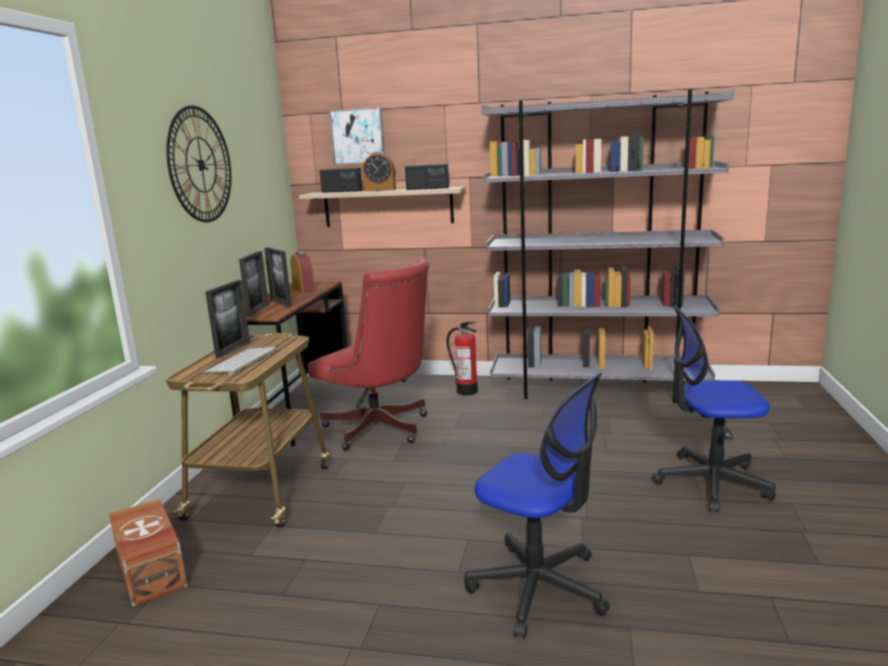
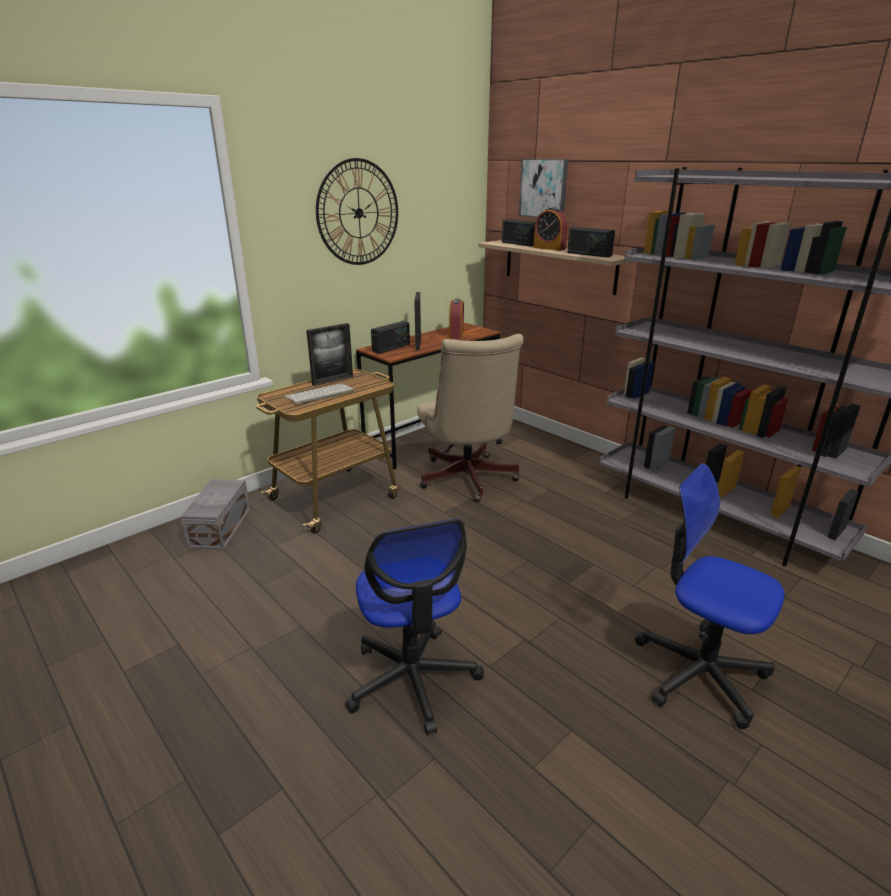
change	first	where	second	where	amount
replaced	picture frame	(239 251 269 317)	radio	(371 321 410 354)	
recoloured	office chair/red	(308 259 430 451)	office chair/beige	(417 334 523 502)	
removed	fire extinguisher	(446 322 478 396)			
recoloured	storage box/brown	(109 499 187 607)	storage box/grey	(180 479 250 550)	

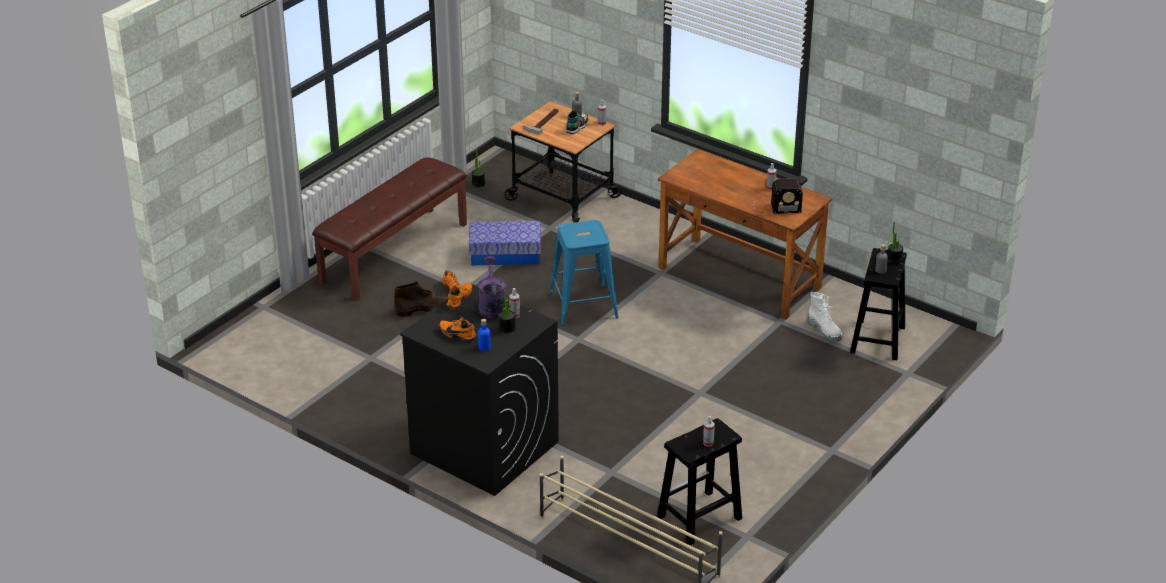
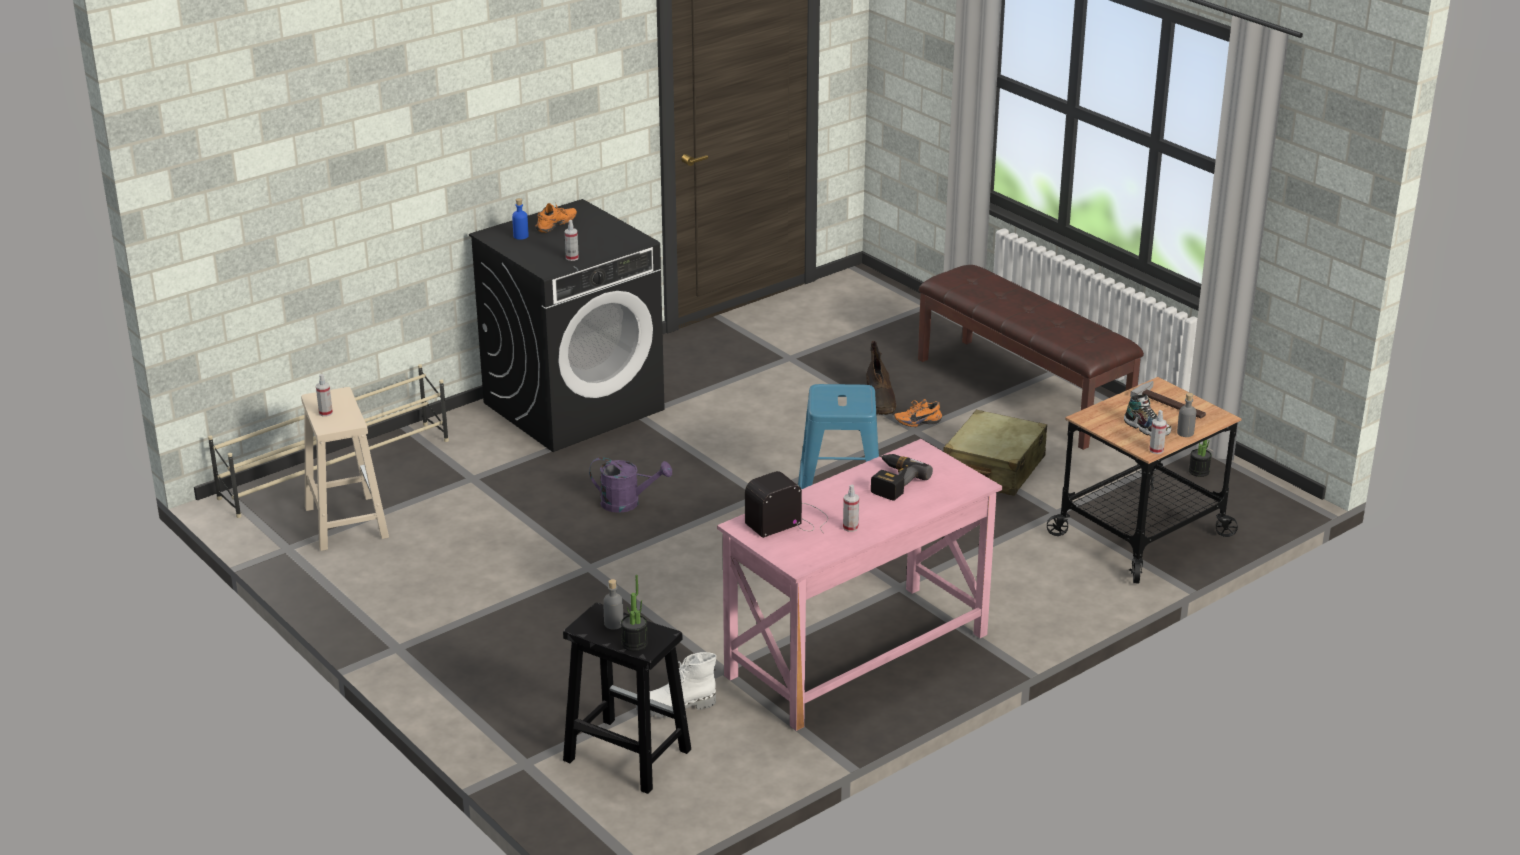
change	first	where	second	where	amount
recoloured	desk/brown	(658 149 833 320)	desk/pink	(717 439 1002 731)	
turned	radio	(753 178 803 215)		(745 471 828 538)	45 degrees clockwise
replaced	storage box	(469 221 541 265)	suitcase/beige	(943 410 1047 496)	
moved	watering can/purple	(478 256 506 319)		(589 457 672 513)	
removed	shoe/orange	(446 283 472 309)			
removed	potted plant	(499 290 516 333)			
recoloured	stool/black	(657 418 742 545)	stool/beige	(301 387 389 551)	
added			power drill	(871 454 933 501)	

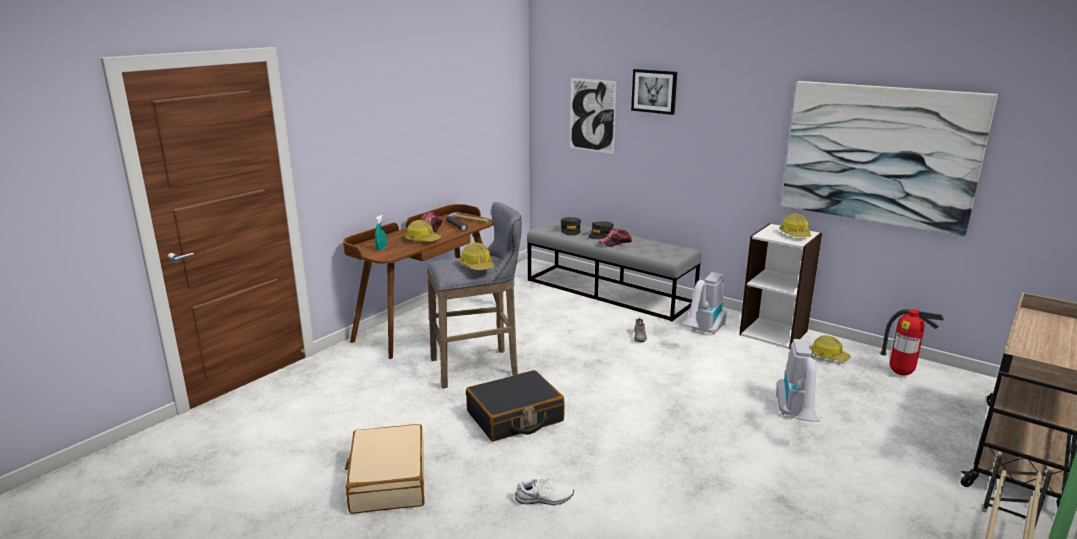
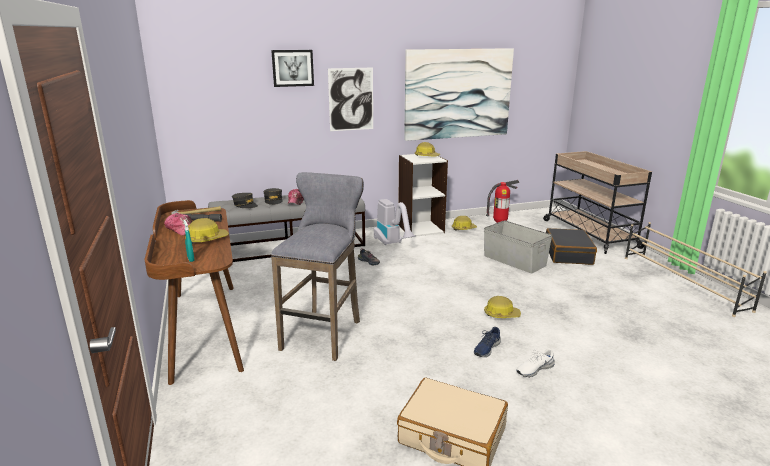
change	first	where	second	where	amount
moved	picture	(570 78 616 154)		(328 68 373 131)	
moved	hard hat	(459 242 494 270)		(484 296 521 318)	
replaced	vacuum cleaner	(776 339 821 422)	storage box/grey	(484 220 552 273)	
moved	suitcase/black	(466 370 564 441)		(546 228 597 265)	
turned	shoe/white	(515 478 574 505)		(517 348 555 377)	150 degrees counterclockwise
added			shoe/blue	(474 327 501 357)	

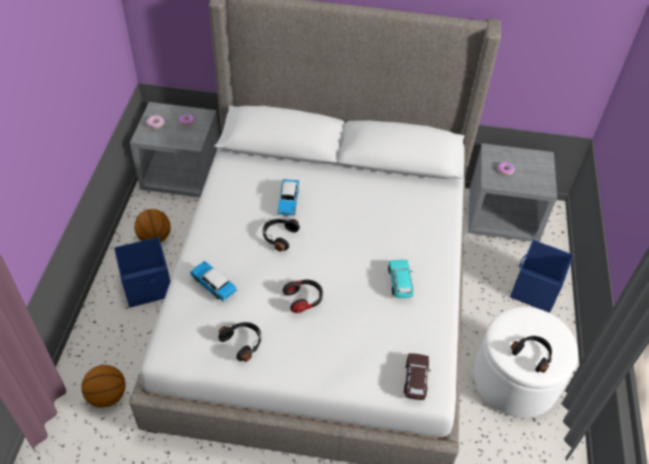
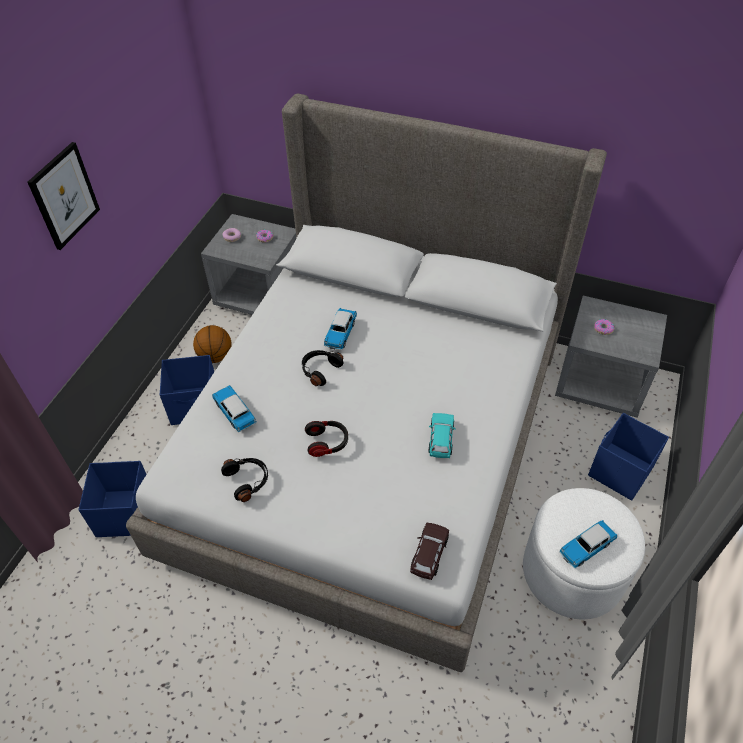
change	first	where	second	where	amount
replaced	headphones/black	(511 336 552 373)	toy car	(559 520 617 569)	
replaced	basketball	(81 365 126 408)	storage box/blue	(78 461 147 537)	
added			picture	(28 142 100 250)	

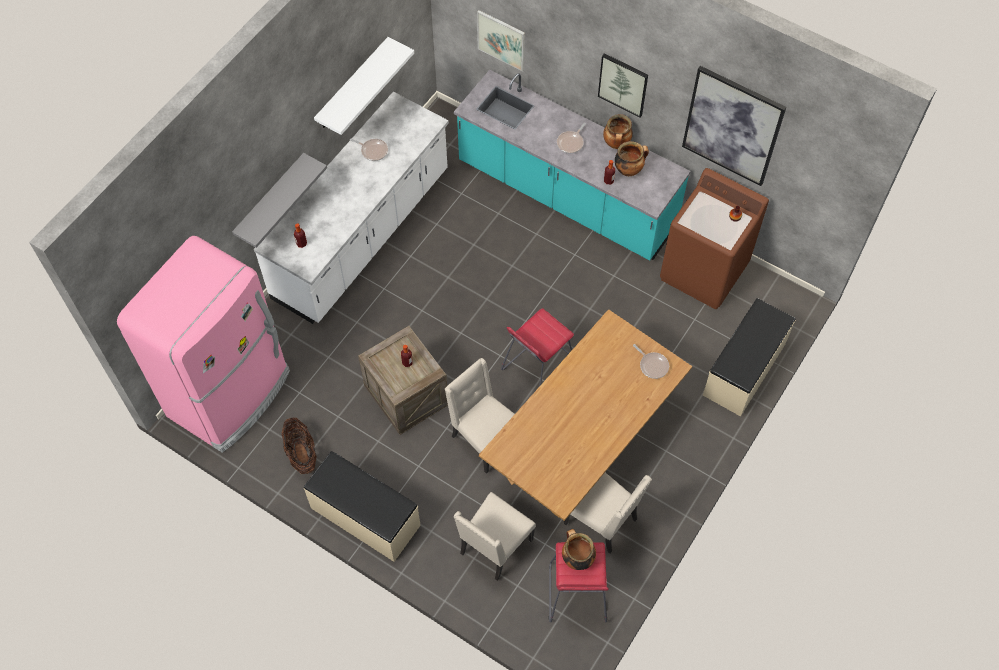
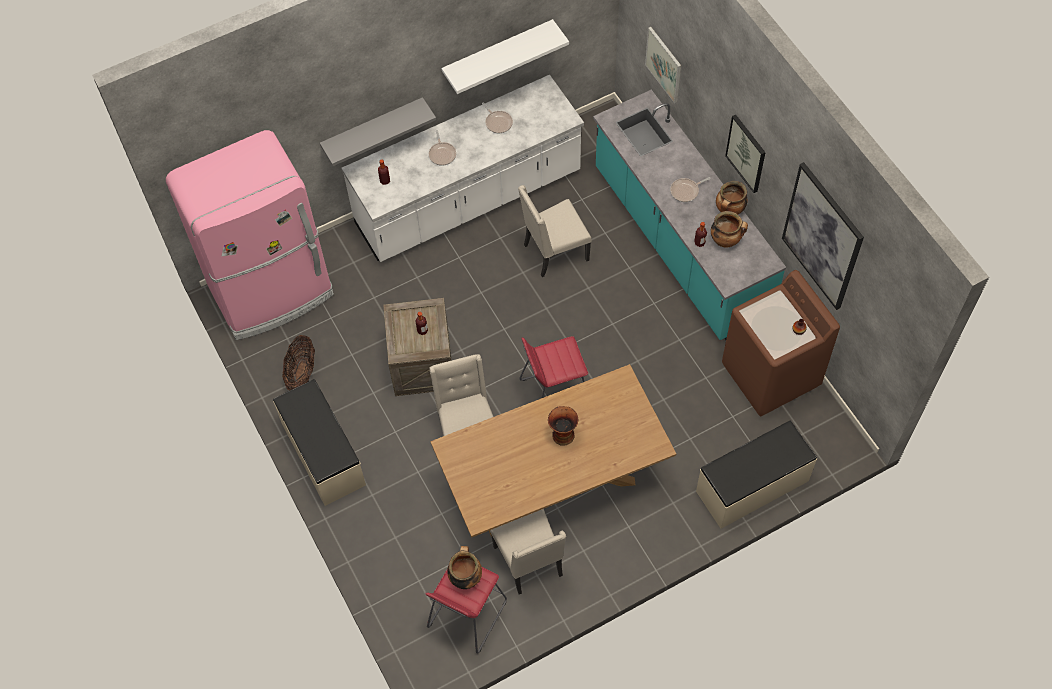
change	first	where	second	where	amount
moved	frying pan	(633 344 669 379)		(429 130 456 166)	
moved	chair/beige	(454 492 536 581)		(518 185 592 277)	
added			vase	(548 406 578 446)	

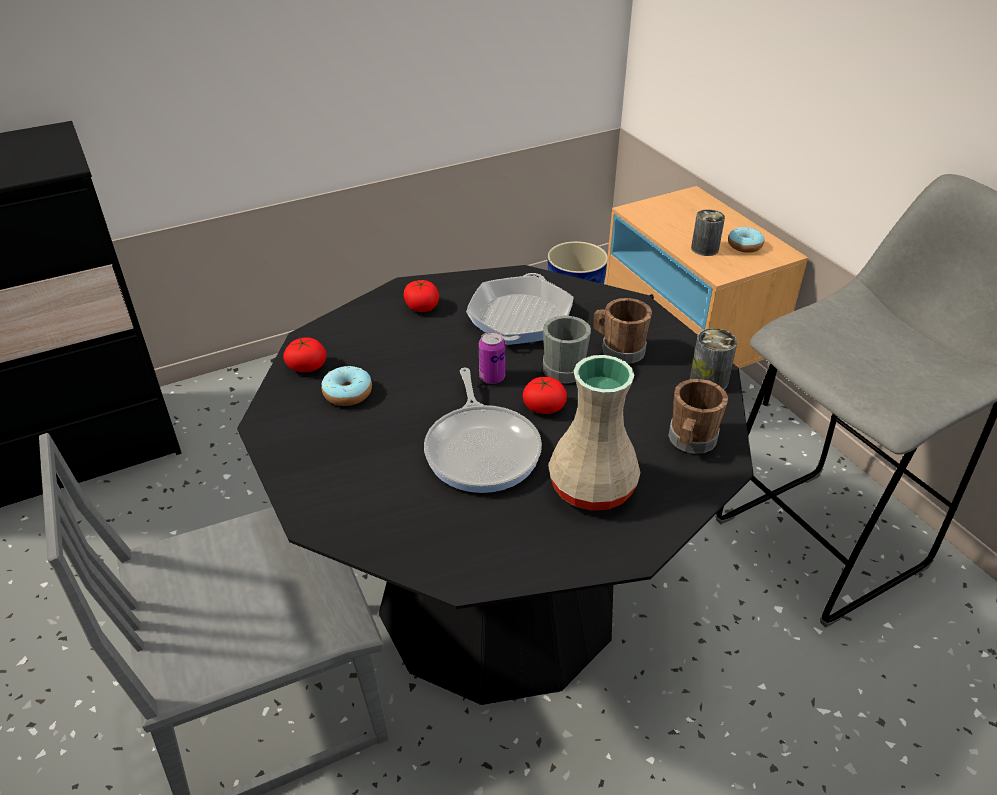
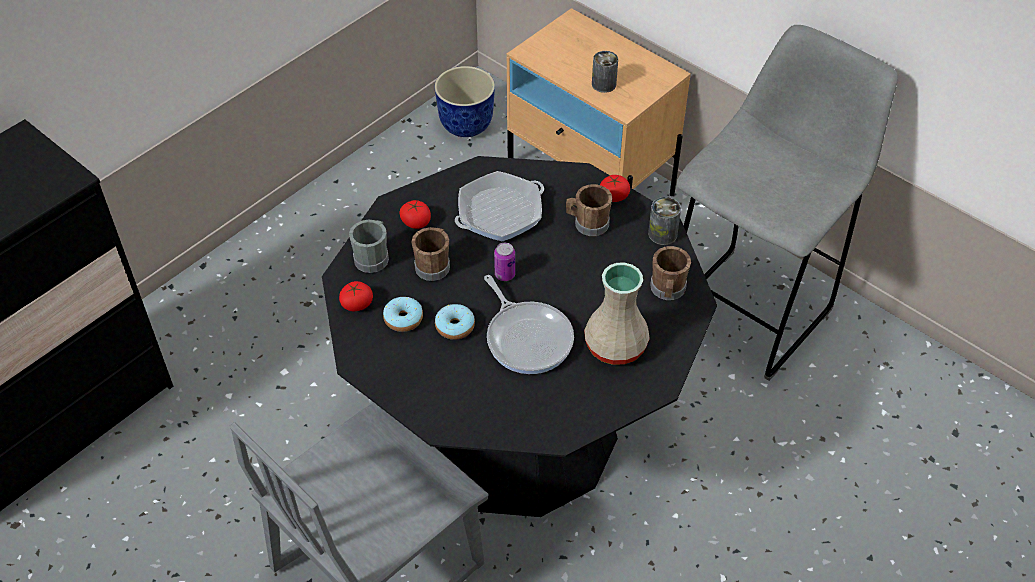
change	first	where	second	where	amount
moved	donut	(728 227 765 253)		(435 304 475 340)	
turned	frying pan	(466 273 574 345)		(455 171 544 241)	120 degrees counterclockwise
moved	mug/grey	(543 315 591 383)		(349 220 389 273)	
moved	tomato	(523 376 567 414)		(600 175 630 202)	
added			mug/brown	(411 227 450 281)	

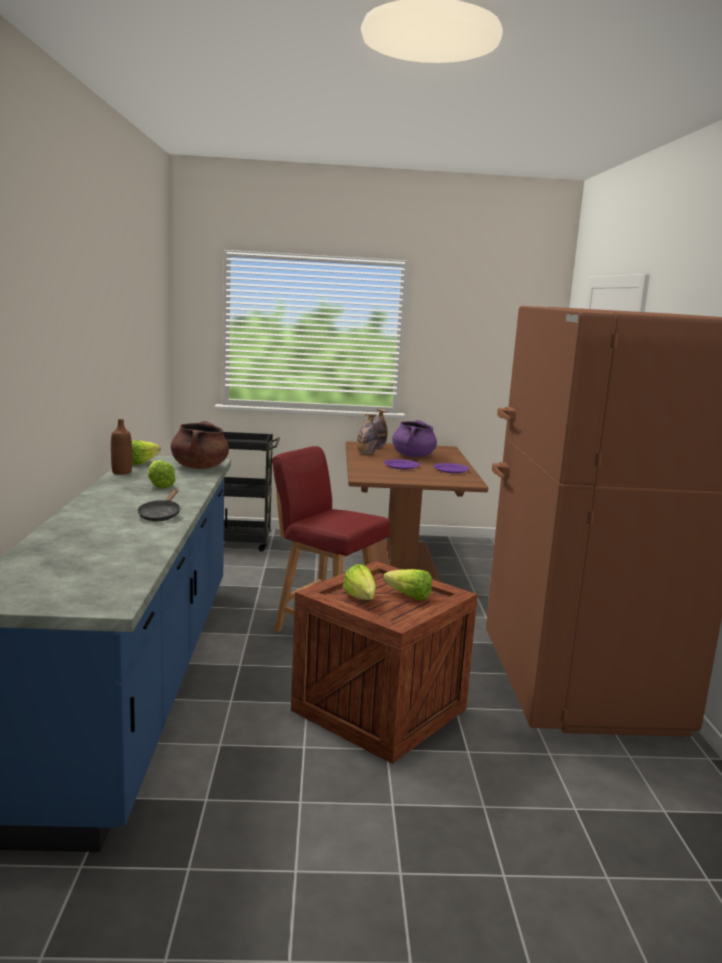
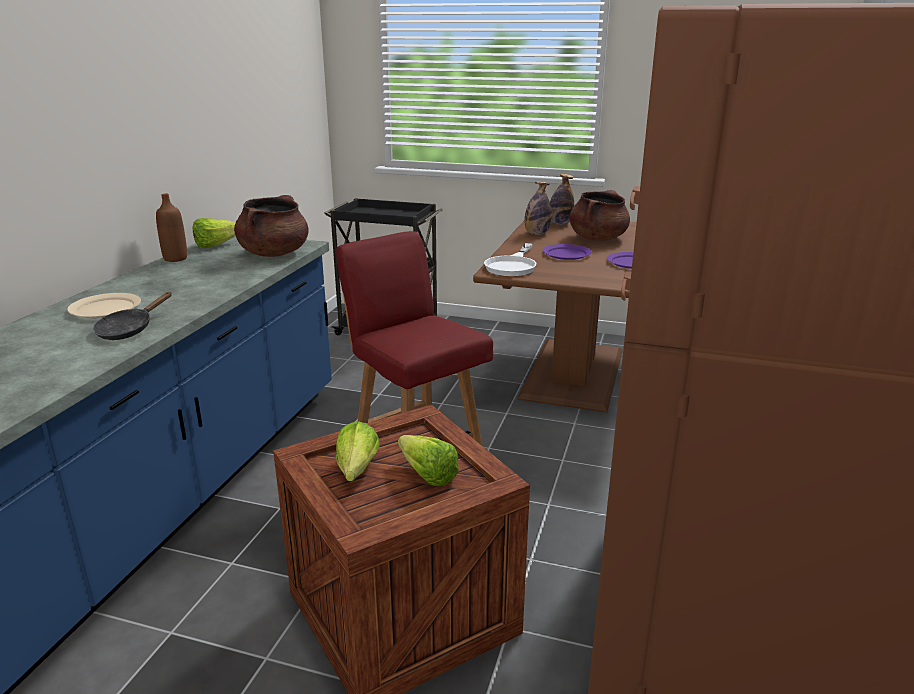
change	first	where	second	where	amount
recoloured	cooking pot/purple	(392 420 437 457)	cooking pot/brown	(570 190 630 241)	
removed	lettuce	(148 460 176 488)			
added			frying pan/white	(484 243 537 276)	
added			plate/beige	(67 293 141 318)	

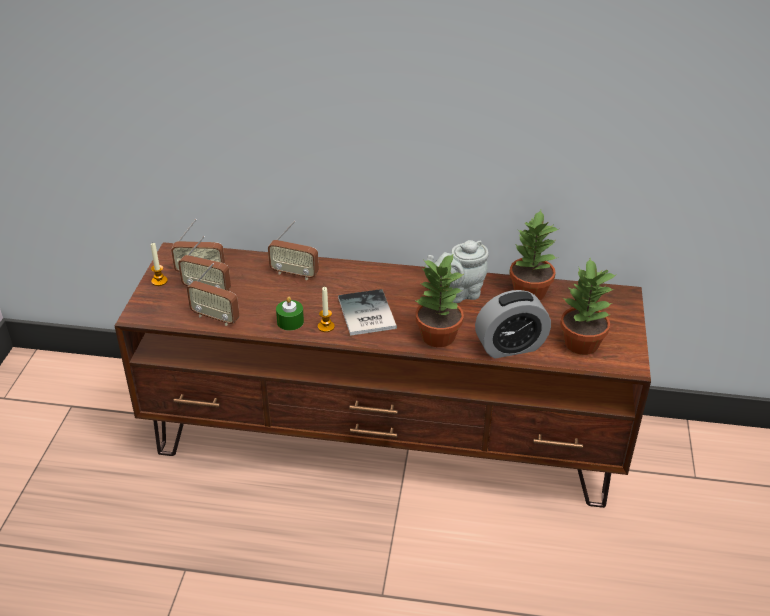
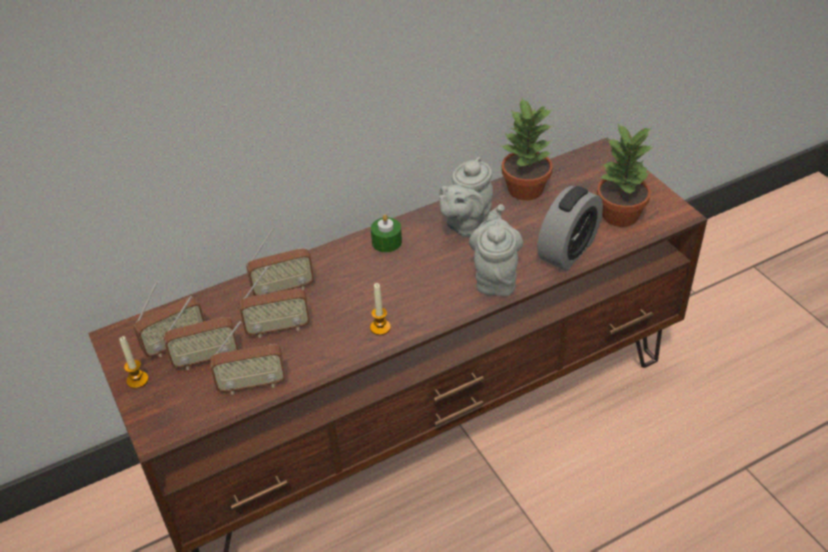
change	first	where	second	where	amount
replaced	potted plant	(414 253 464 347)	teapot/grey	(469 204 523 296)	
removed	book	(338 289 397 336)			
moved	candle/green	(276 297 304 331)		(371 214 402 253)	
added			radio	(239 266 310 338)	

